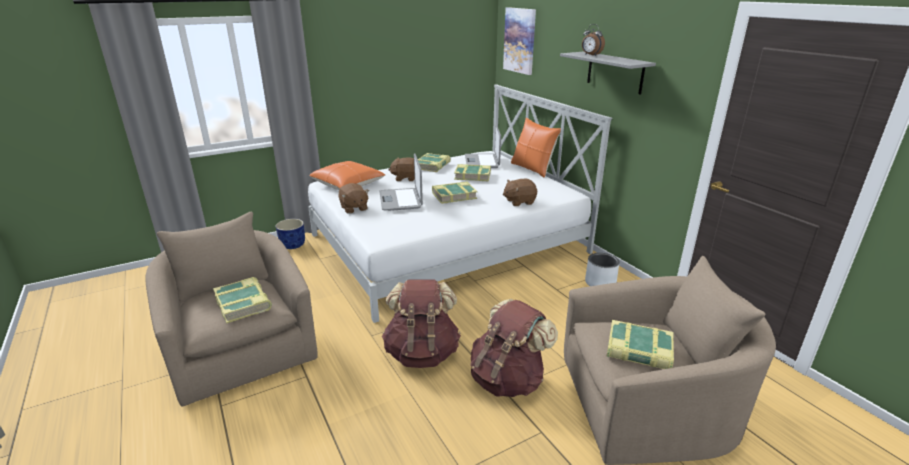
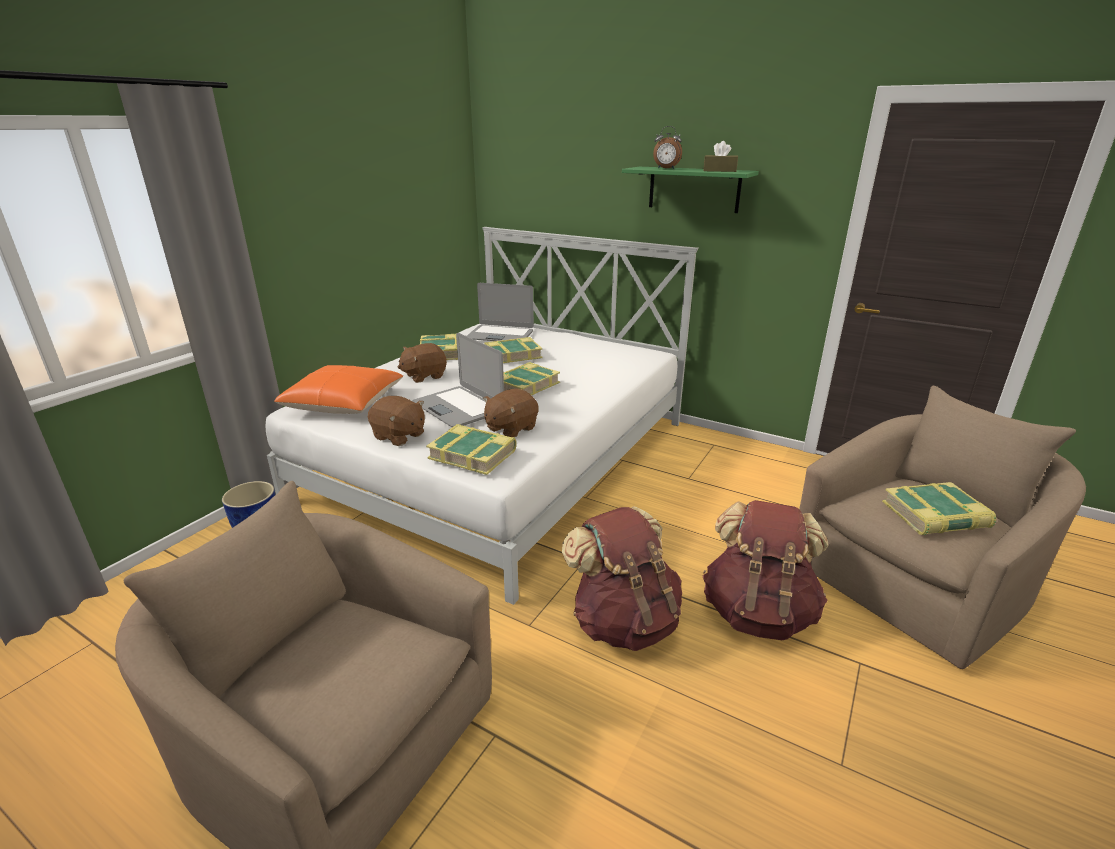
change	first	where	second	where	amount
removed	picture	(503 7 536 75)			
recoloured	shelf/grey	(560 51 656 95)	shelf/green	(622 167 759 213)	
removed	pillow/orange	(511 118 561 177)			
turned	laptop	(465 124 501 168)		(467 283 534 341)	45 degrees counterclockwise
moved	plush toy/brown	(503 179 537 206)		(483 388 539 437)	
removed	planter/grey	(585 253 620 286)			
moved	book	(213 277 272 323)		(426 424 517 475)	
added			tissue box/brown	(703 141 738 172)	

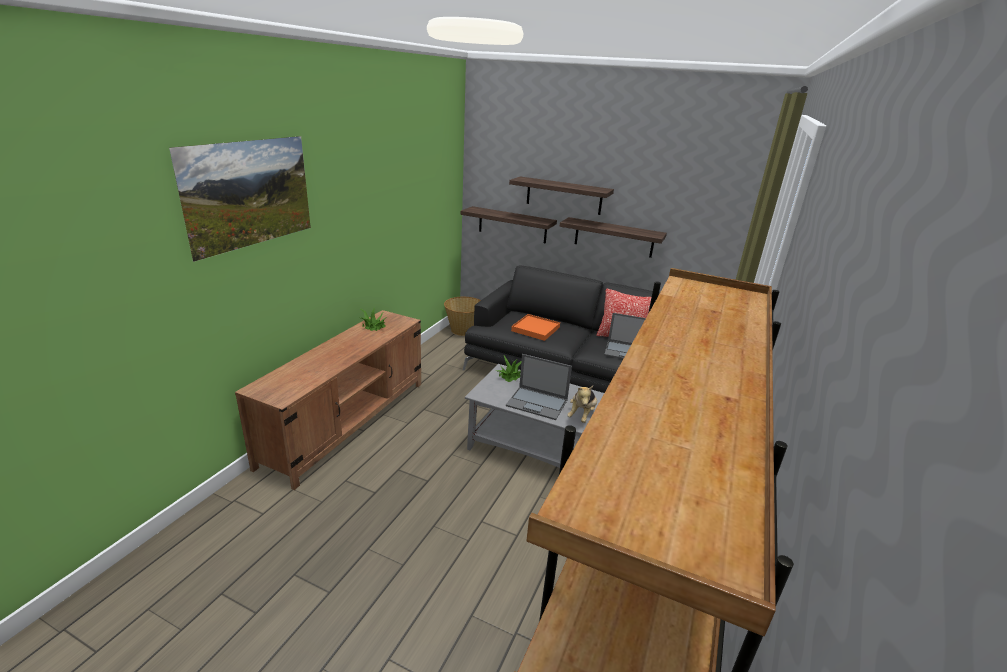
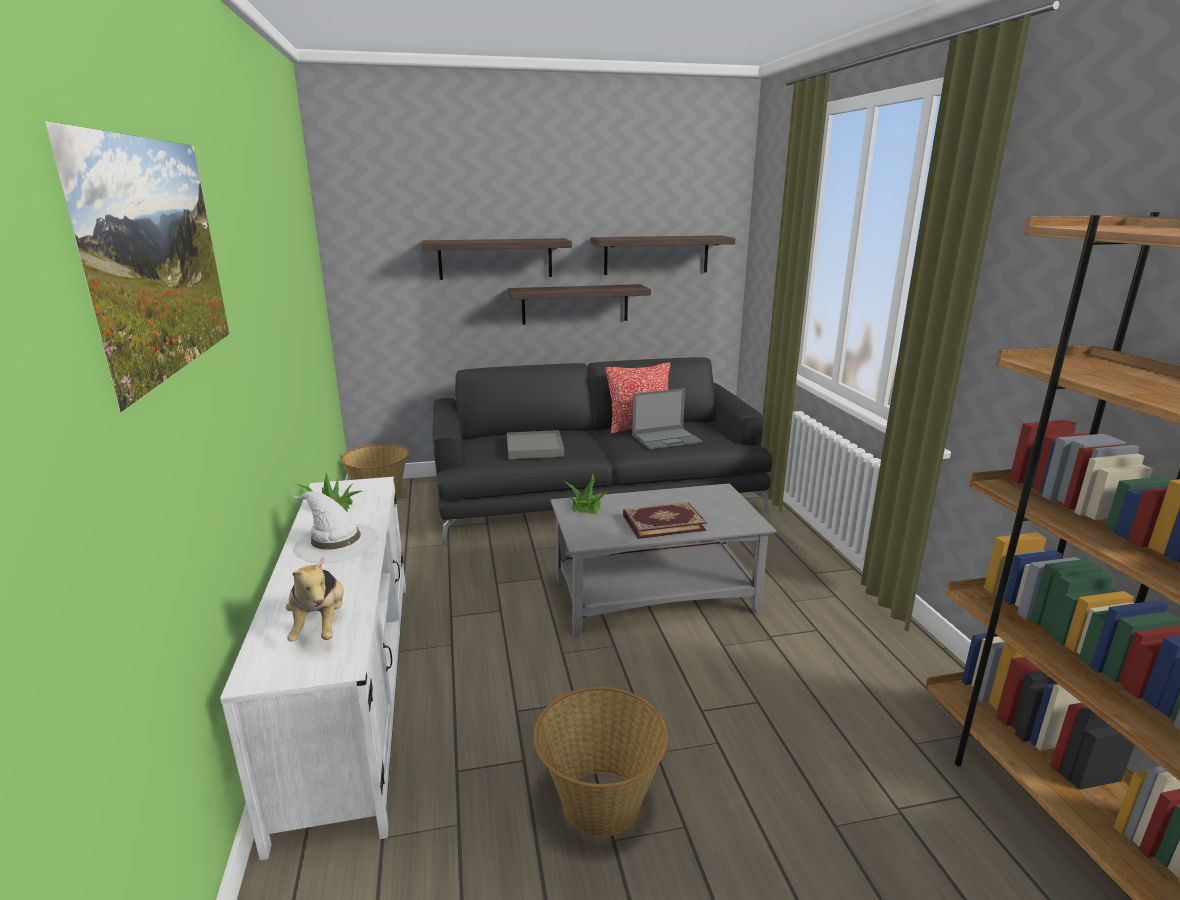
change	first	where	second	where	amount
moved	shelf	(461 206 557 244)		(591 235 736 275)	
recoloured	tv stand/brown	(235 310 421 490)	tv stand/white	(220 477 406 860)	
recoloured	tray/orange	(511 314 560 341)	tray/grey	(507 430 564 459)	
replaced	laptop	(506 354 572 420)	book	(623 502 707 539)	
moved	plush toy	(567 386 597 423)		(286 556 344 642)	
added			hat/white	(293 491 378 563)	
added			basket	(533 687 668 837)	

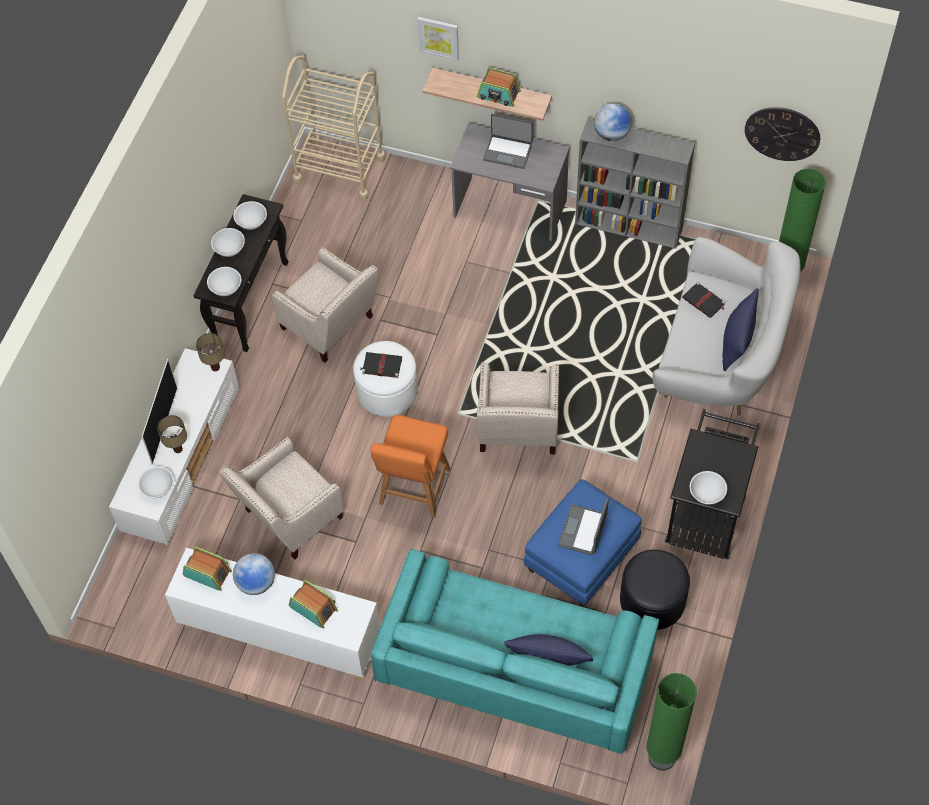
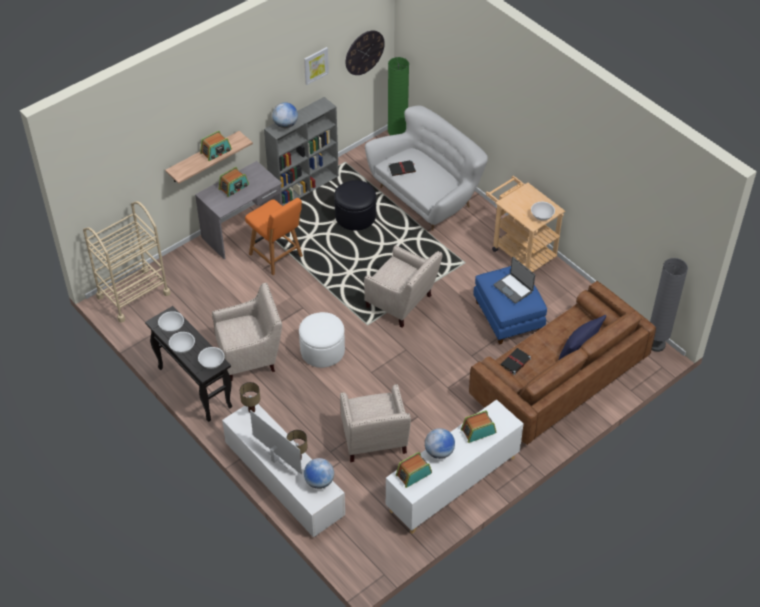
change	first	where	second	where	amount
moved	picture	(417 17 459 61)		(304 47 329 85)	
replaced	laptop	(483 114 533 169)	radio	(219 167 249 197)	
removed	pillow/blue	(722 288 759 371)			
moved	book/black	(360 352 402 378)		(500 348 531 375)	
recoloured	cart/black	(665 409 760 559)	cart/beige	(486 176 565 272)	
moved	chair/orange	(370 415 451 518)		(245 198 303 275)	
replaced	bowl/white	(138 466 174 498)	globe	(304 458 334 489)	
recoloured	sofa/turquoise	(371 549 659 754)	sofa/brown	(469 281 656 445)	
moved	ottoman/black	(620 549 690 630)		(334 180 376 231)	
recoloured	floor lamp/green	(646 673 697 771)	floor lamp/grey	(650 258 688 352)	

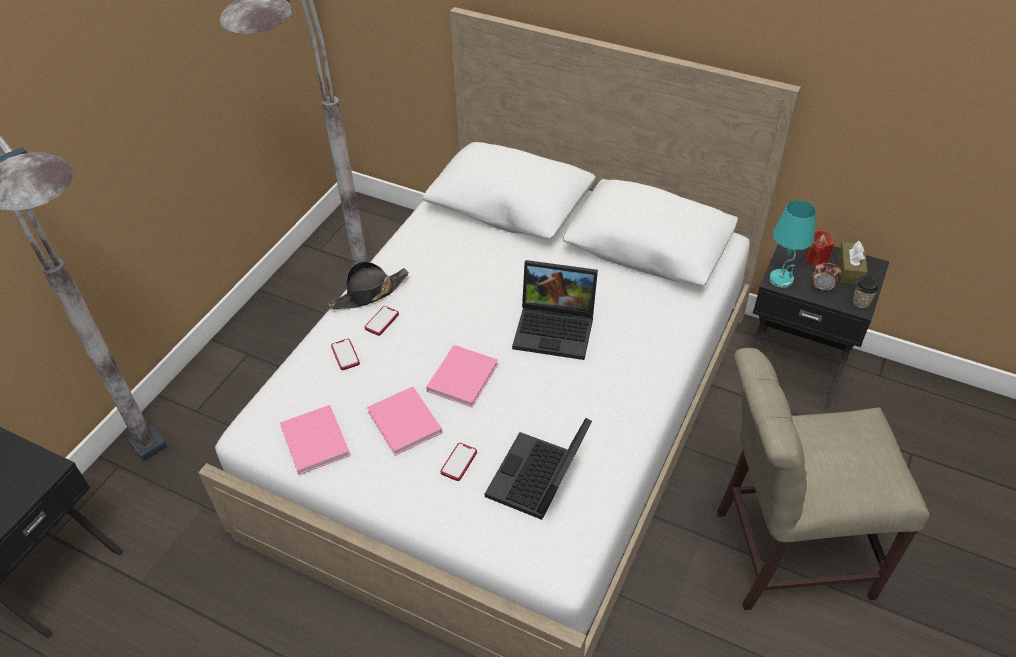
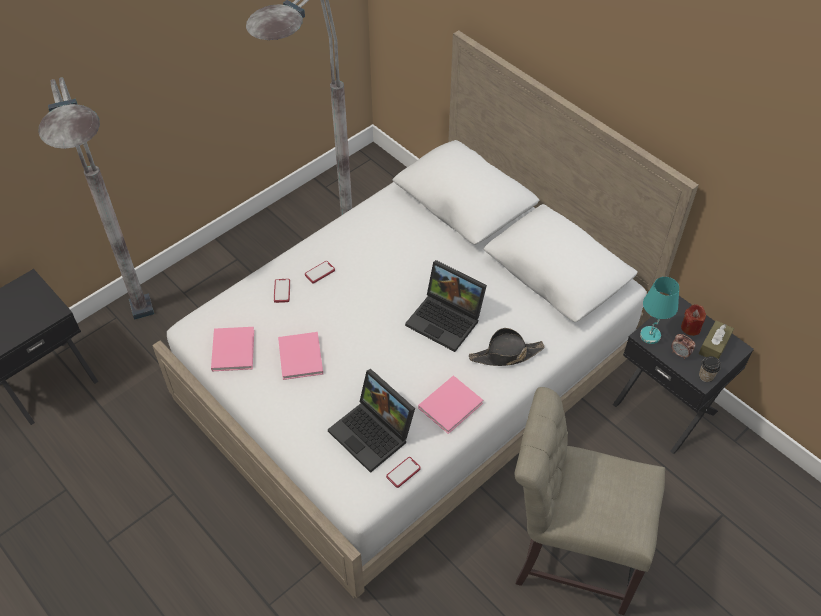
change	first	where	second	where	amount
moved	hat/black	(327 262 409 309)		(469 328 545 366)	
moved	book/pink	(426 345 498 407)		(418 375 483 434)	
turned	laptop	(485 418 592 520)		(328 369 415 473)	90 degrees counterclockwise
moved	phone	(440 443 477 481)		(386 457 421 488)	

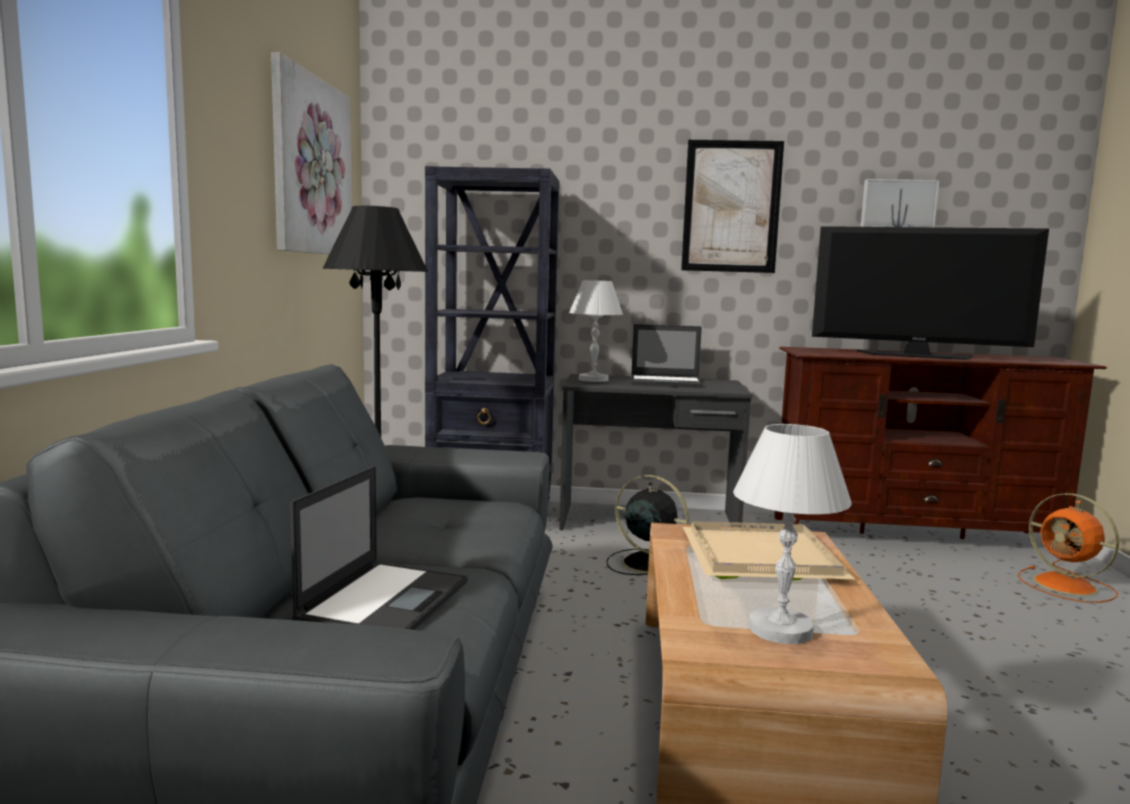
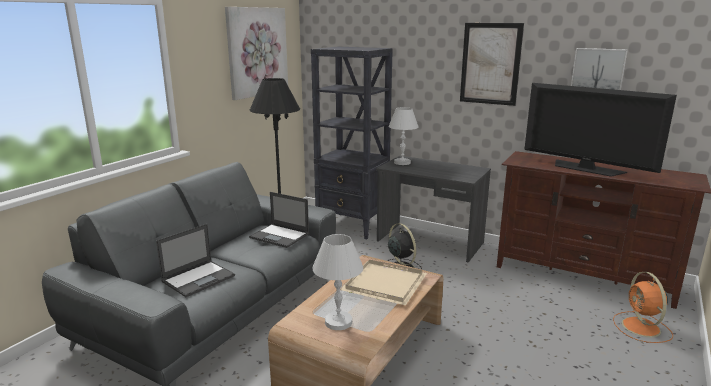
change	first	where	second	where	amount
moved	laptop	(631 324 703 388)		(249 192 309 248)	

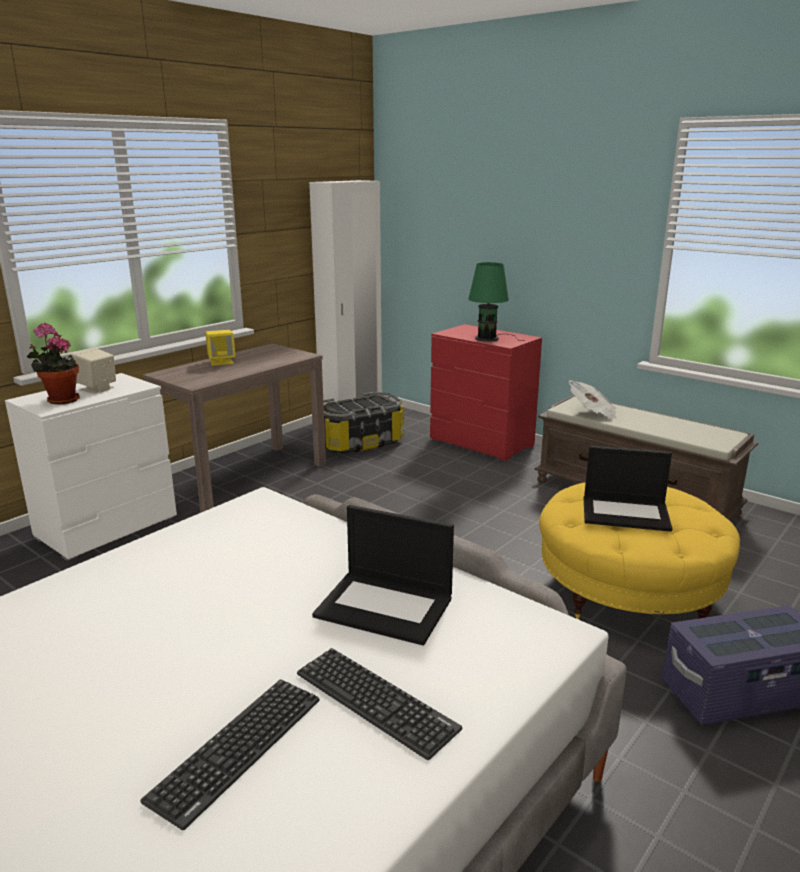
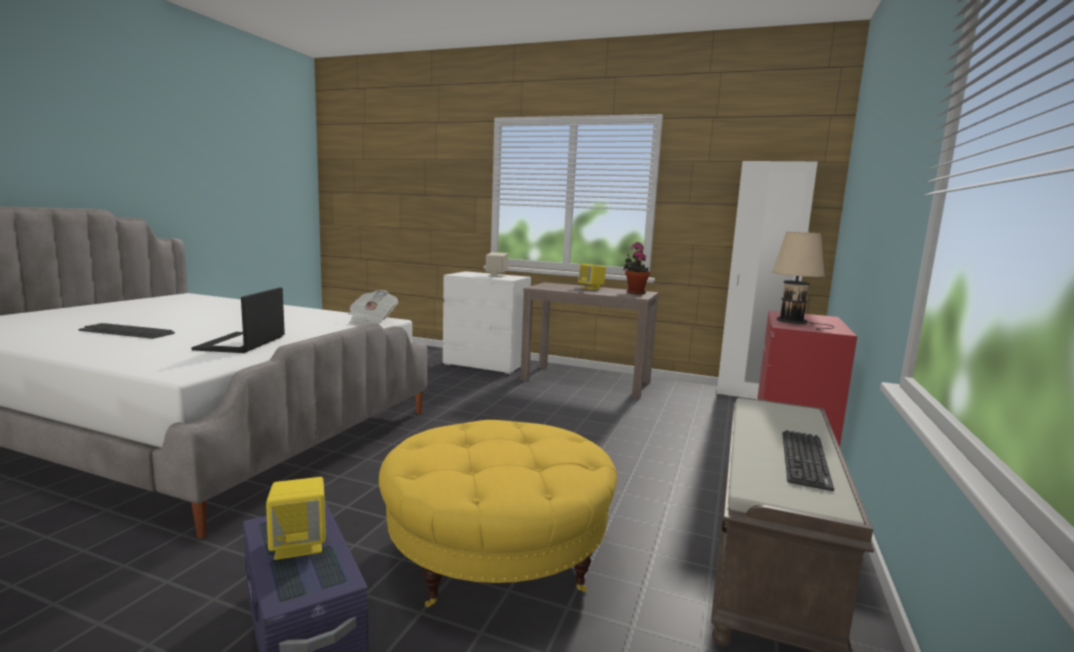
change	first	where	second	where	amount
recoloured	table lamp/green	(468 262 524 342)	table lamp/beige	(772 232 835 331)	
moved	potted plant	(27 323 80 405)		(623 242 650 294)	
moved	newspaper	(569 380 617 420)		(348 290 398 326)	
removed	storage box	(323 392 404 454)			
removed	laptop	(584 446 672 532)			
moved	keyboard	(297 648 462 760)		(782 430 834 491)	
added			speaker/yellow	(266 477 326 560)	

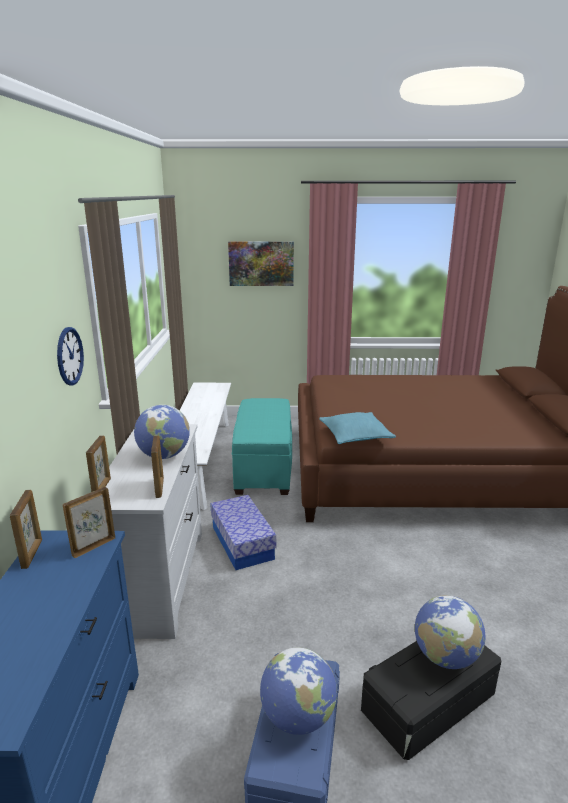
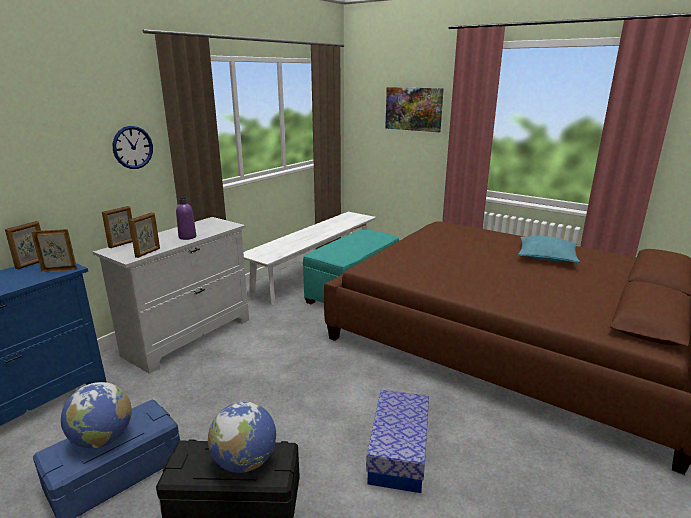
change	first	where	second	where	amount
replaced	globe	(134 405 190 459)	bottle/purple	(176 198 196 240)	
moved	pillow/turquoise	(319 412 396 444)		(518 236 580 263)	
moved	storage box	(210 495 276 570)		(366 390 429 493)	

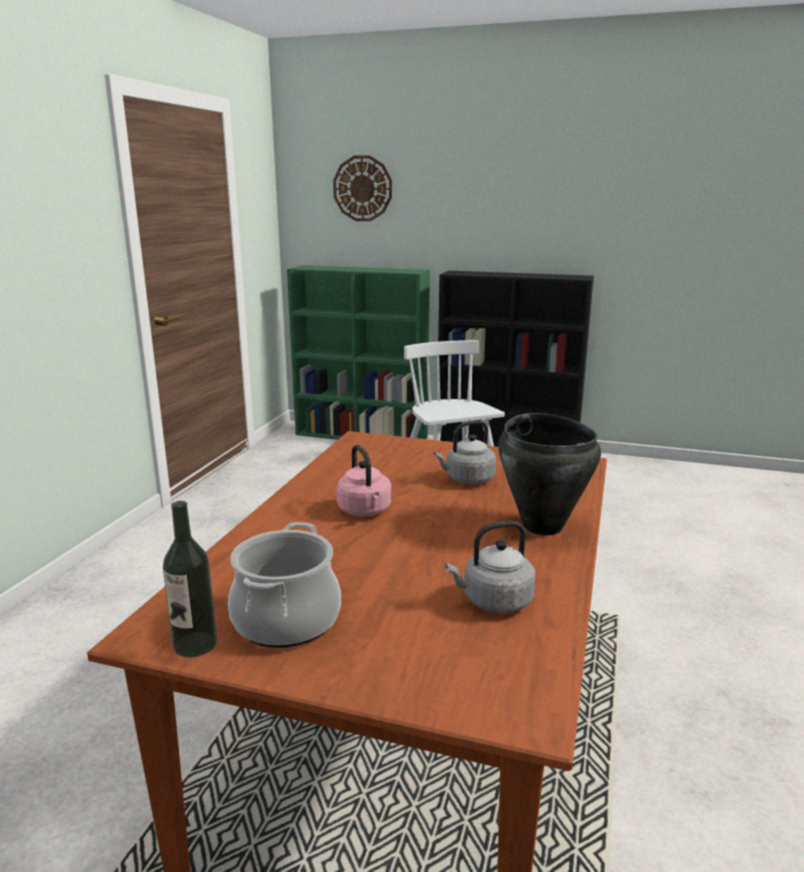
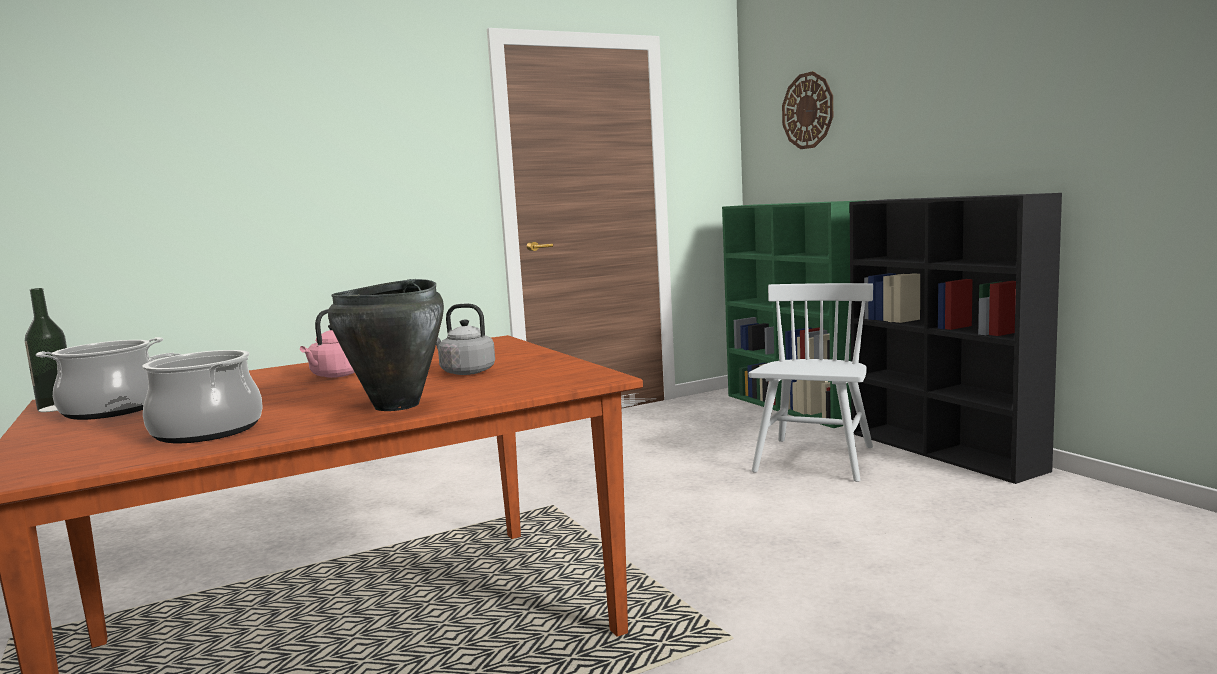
change	first	where	second	where	amount
replaced	kettle/grey	(445 521 535 613)	cooking pot	(142 350 263 443)	

